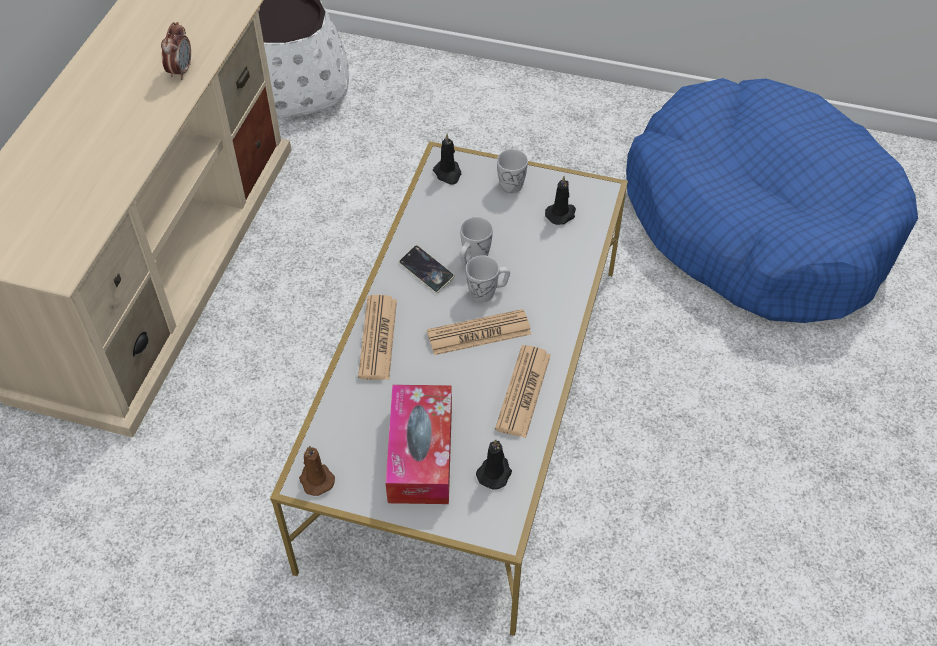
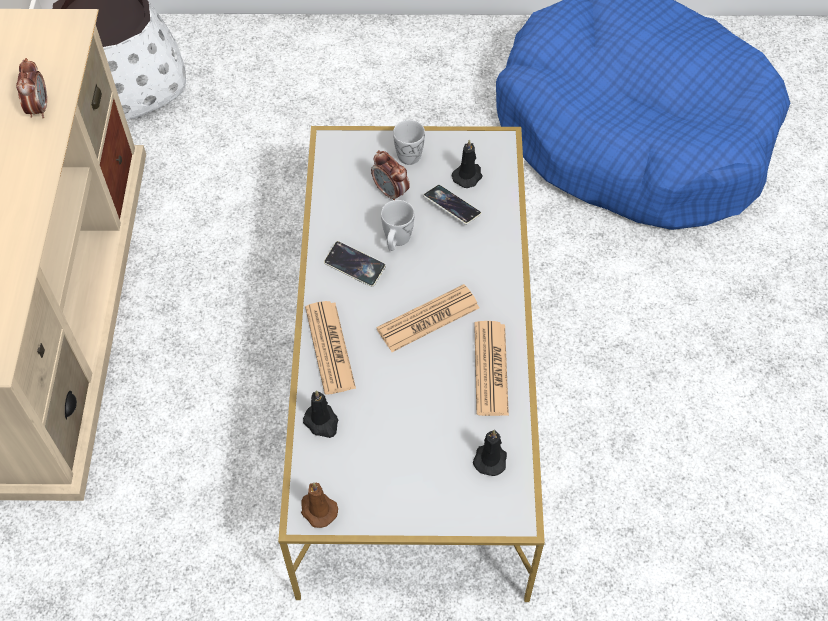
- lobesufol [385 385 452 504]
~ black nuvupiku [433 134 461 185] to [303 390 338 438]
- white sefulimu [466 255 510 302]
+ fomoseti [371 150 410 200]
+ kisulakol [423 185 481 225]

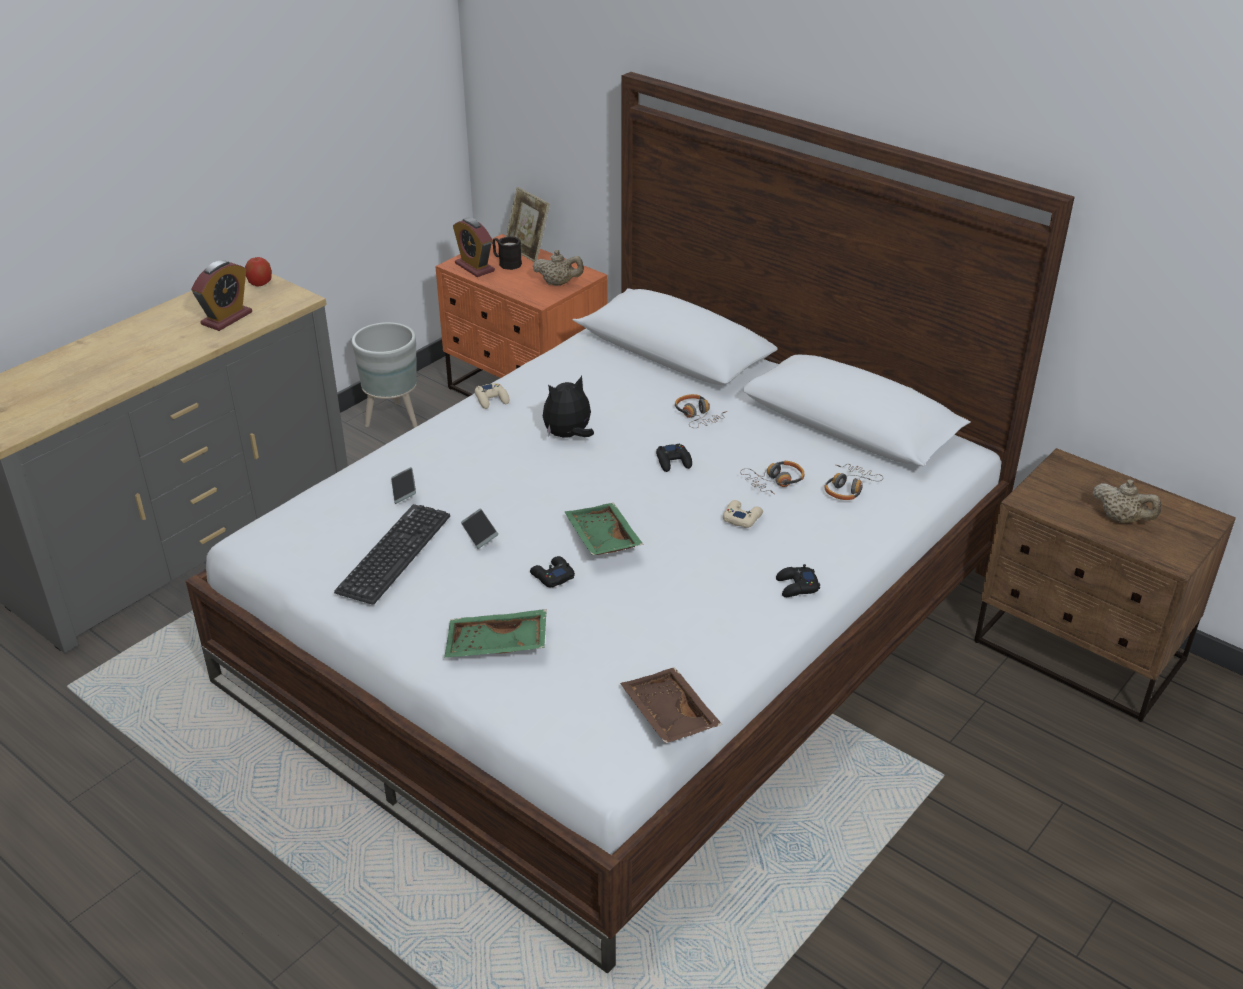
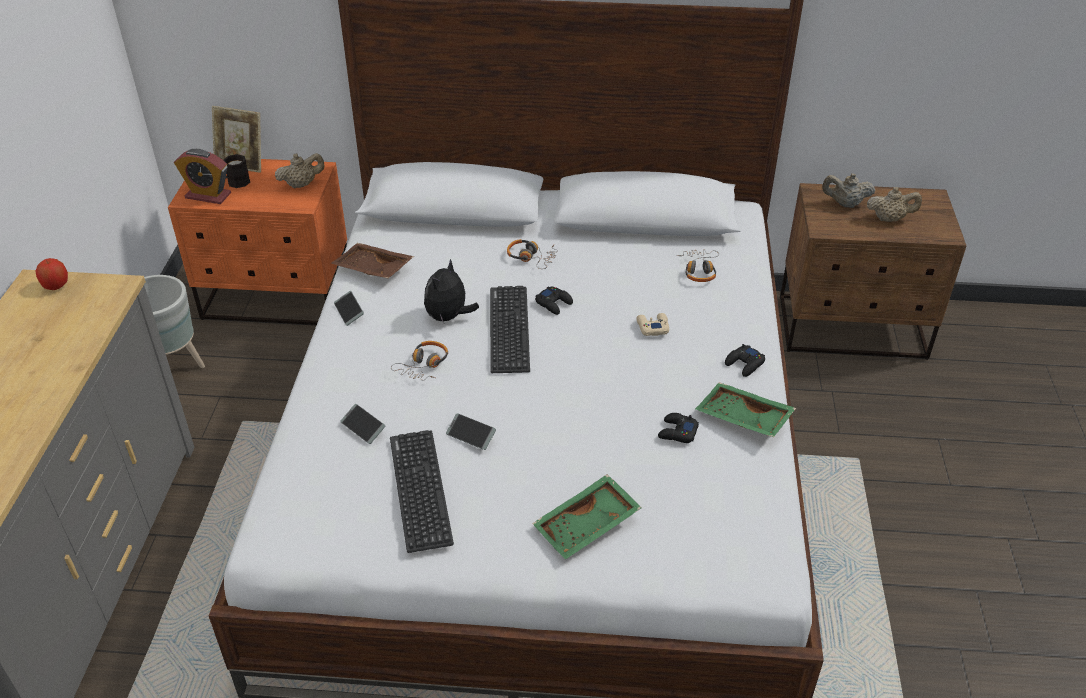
- fomoseti [191 260 252 331]
~ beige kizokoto [475 383 509 409] to kisulakol [334 291 364 326]
~ black kizokoto [530 556 575 588] to [658 413 699 443]
~ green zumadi [565 503 644 555] to [695 382 796 438]
~ brown zumadi [620 667 722 743] to [331 243 414 278]
~ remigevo [740 461 805 494] to [391 341 448 381]
+ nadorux [490 286 530 373]
+ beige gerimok [822 173 876 208]

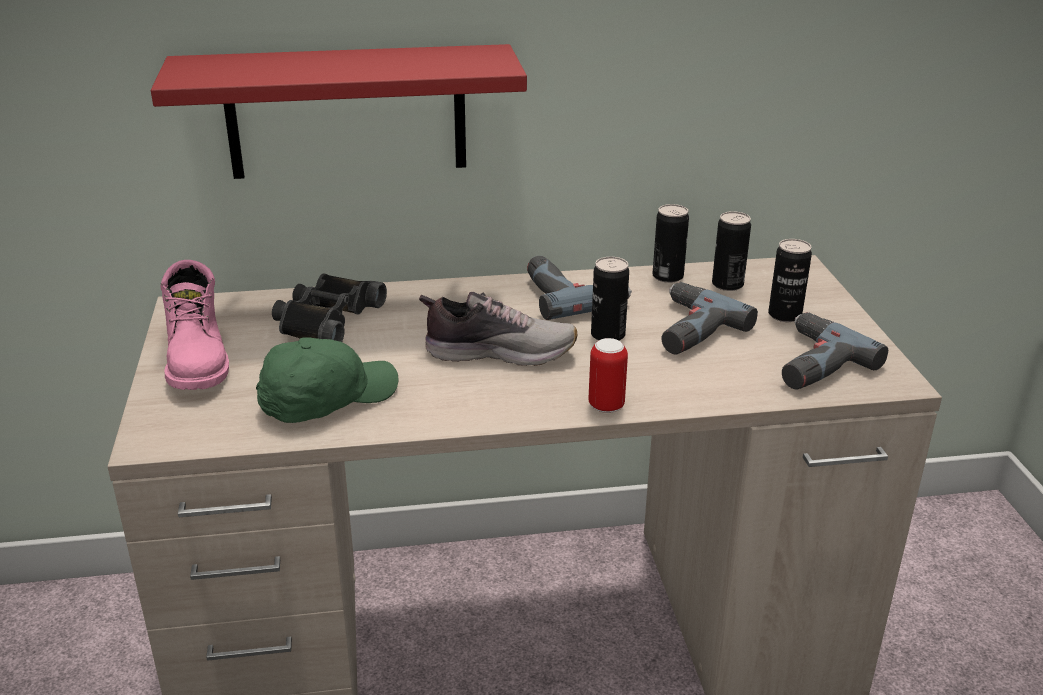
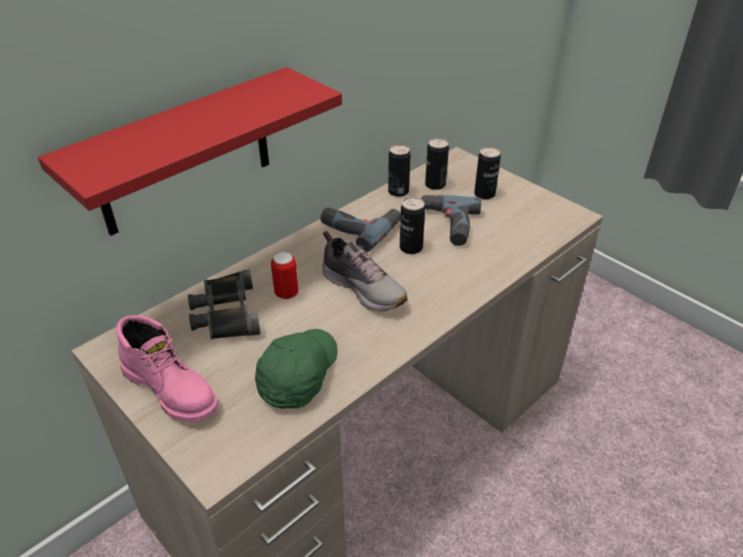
~ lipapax [419 292 577 366] = [322 231 408 312] 75 degrees clockwise
~ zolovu [588 338 628 413] to [271 252 298 300]
- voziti [782 312 888 390]

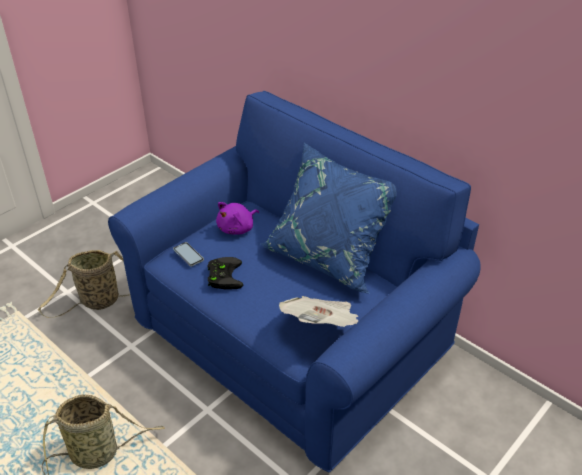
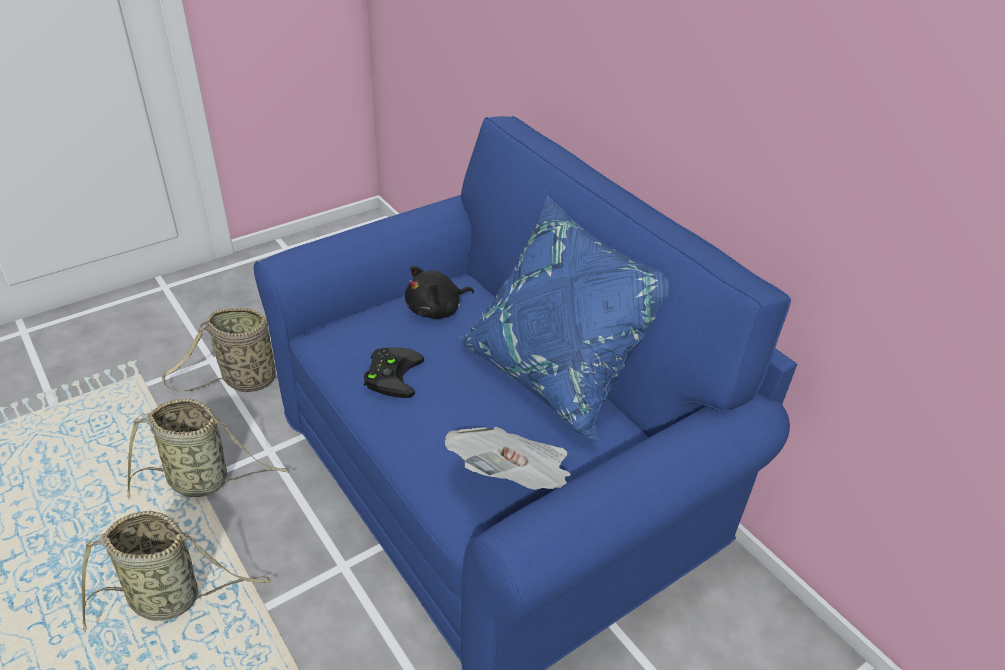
- kisulakol [173 242 204 267]
~ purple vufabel [216 202 259 235] to black vufabel [405 266 474 319]
+ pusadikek [127 398 290 499]

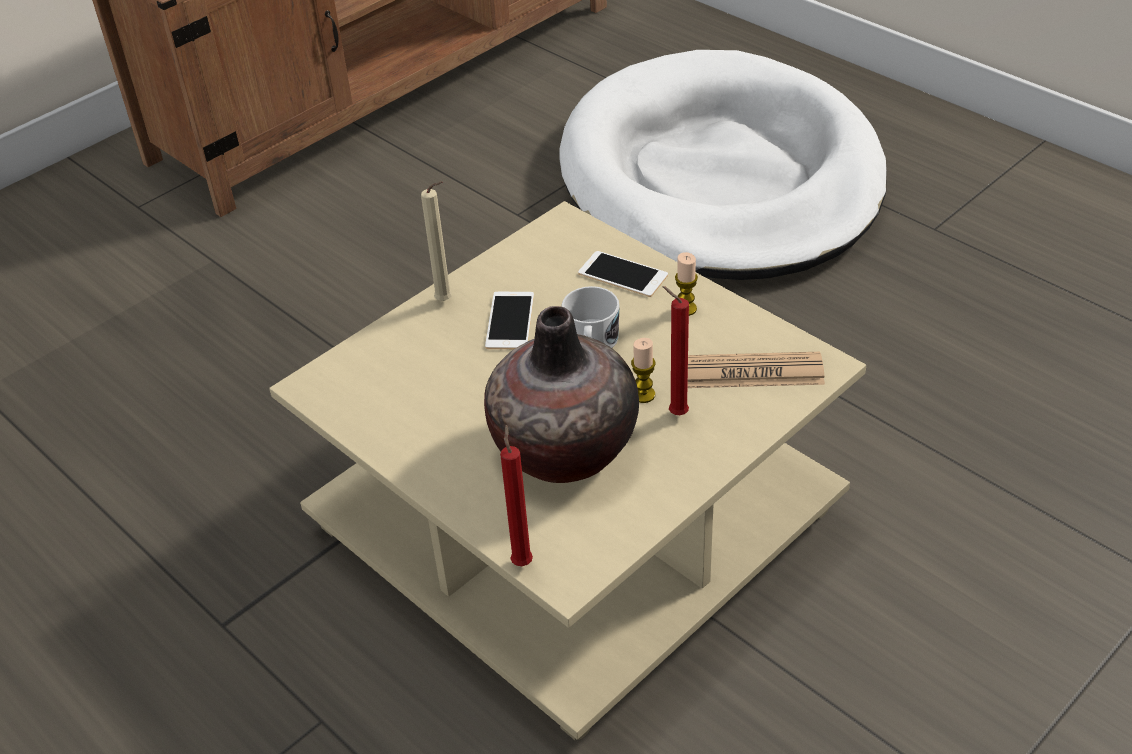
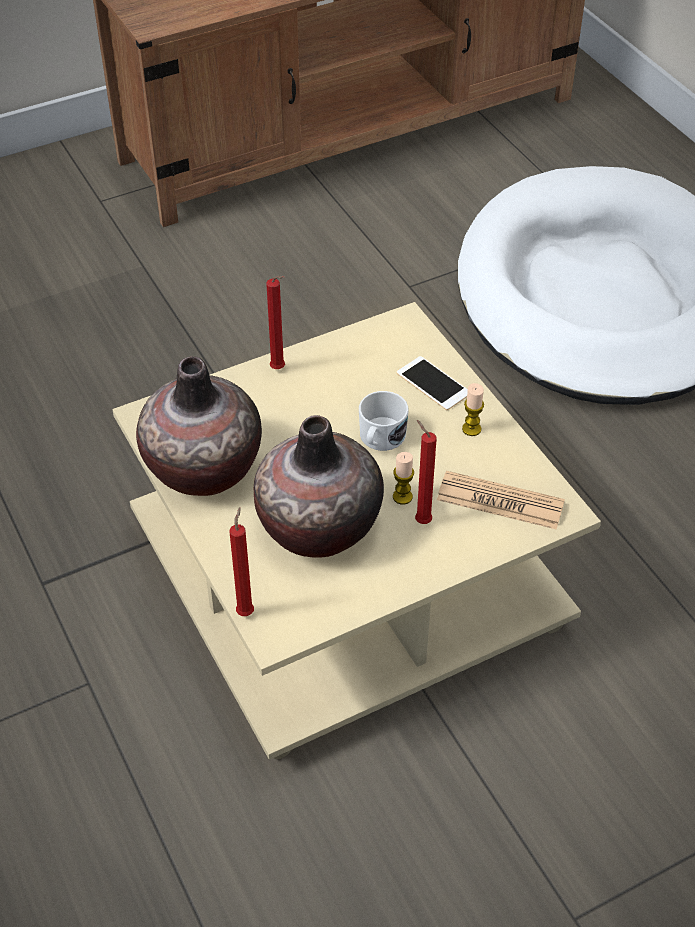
~ beige nuvupiku [421 181 452 301] to red nuvupiku [266 276 285 369]
- kisulakol [485 292 534 349]
+ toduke [136 356 262 496]

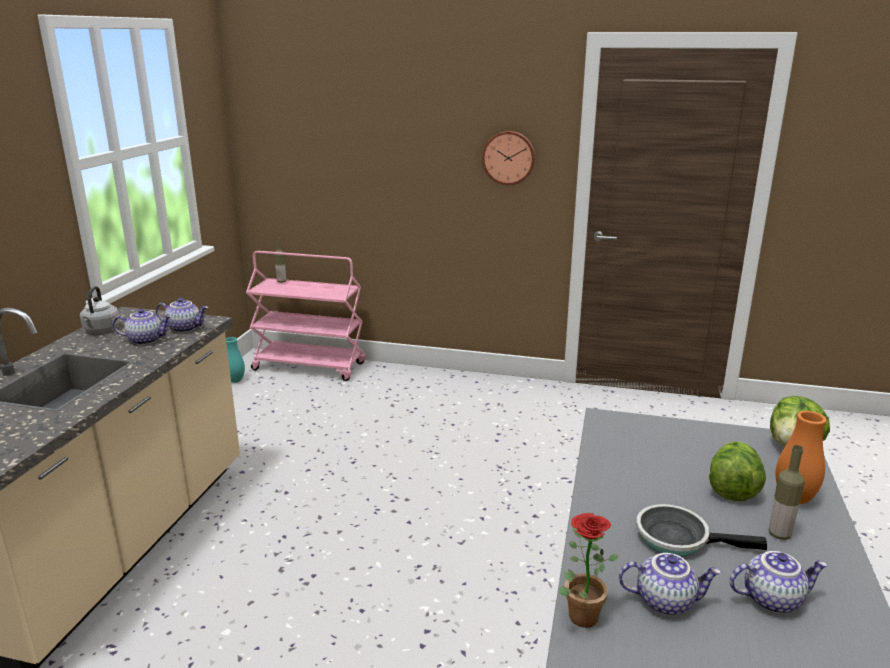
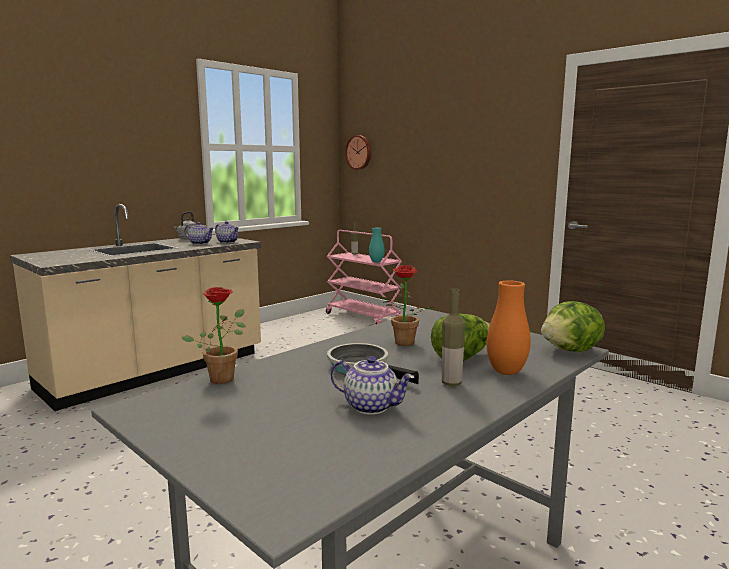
~ turquoise toduke [226 337 245 383] to [369 228 385 263]
~ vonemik [482 131 535 185] to [345 135 371 170]
- gerimok [619 553 721 616]
+ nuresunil [381 265 434 346]

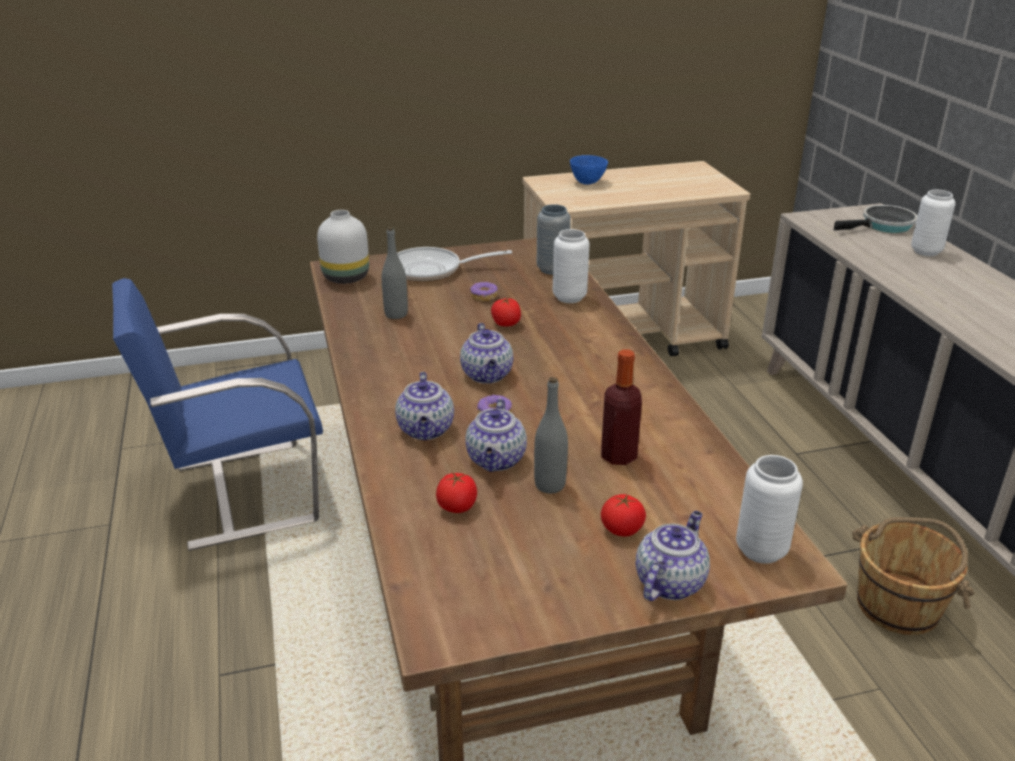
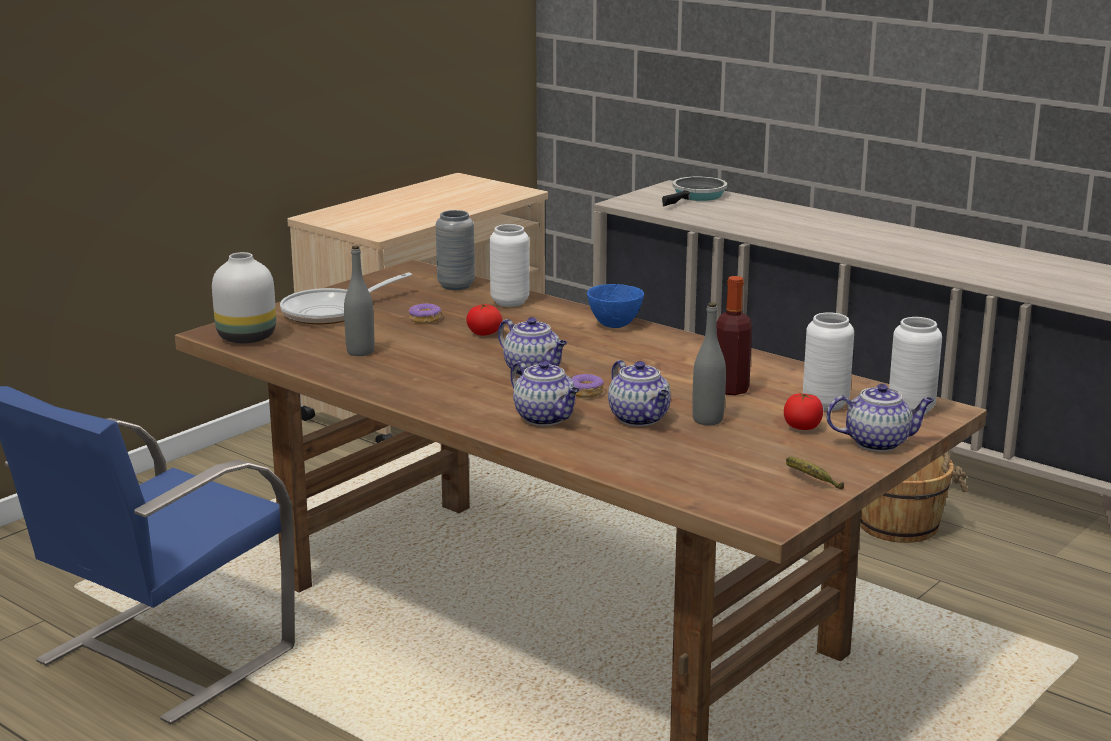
- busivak [436 472 477 513]
~ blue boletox [570 155 608 185] to [587 284 644 328]
~ gerimok [636 511 710 601] = [826 384 934 452] 90 degrees clockwise
~ white toduke [911 190 955 256] to [803 312 854 411]
+ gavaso [786 457 844 490]

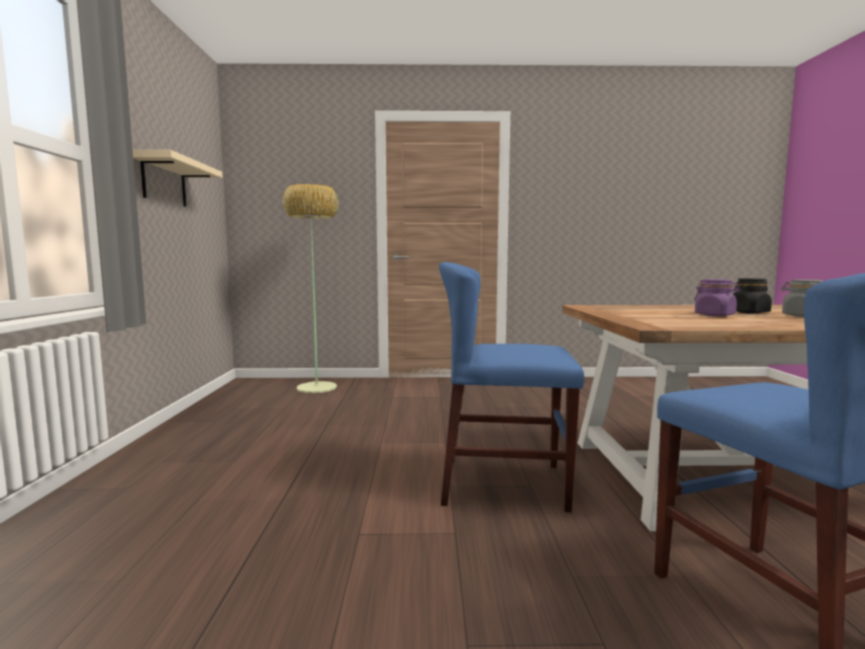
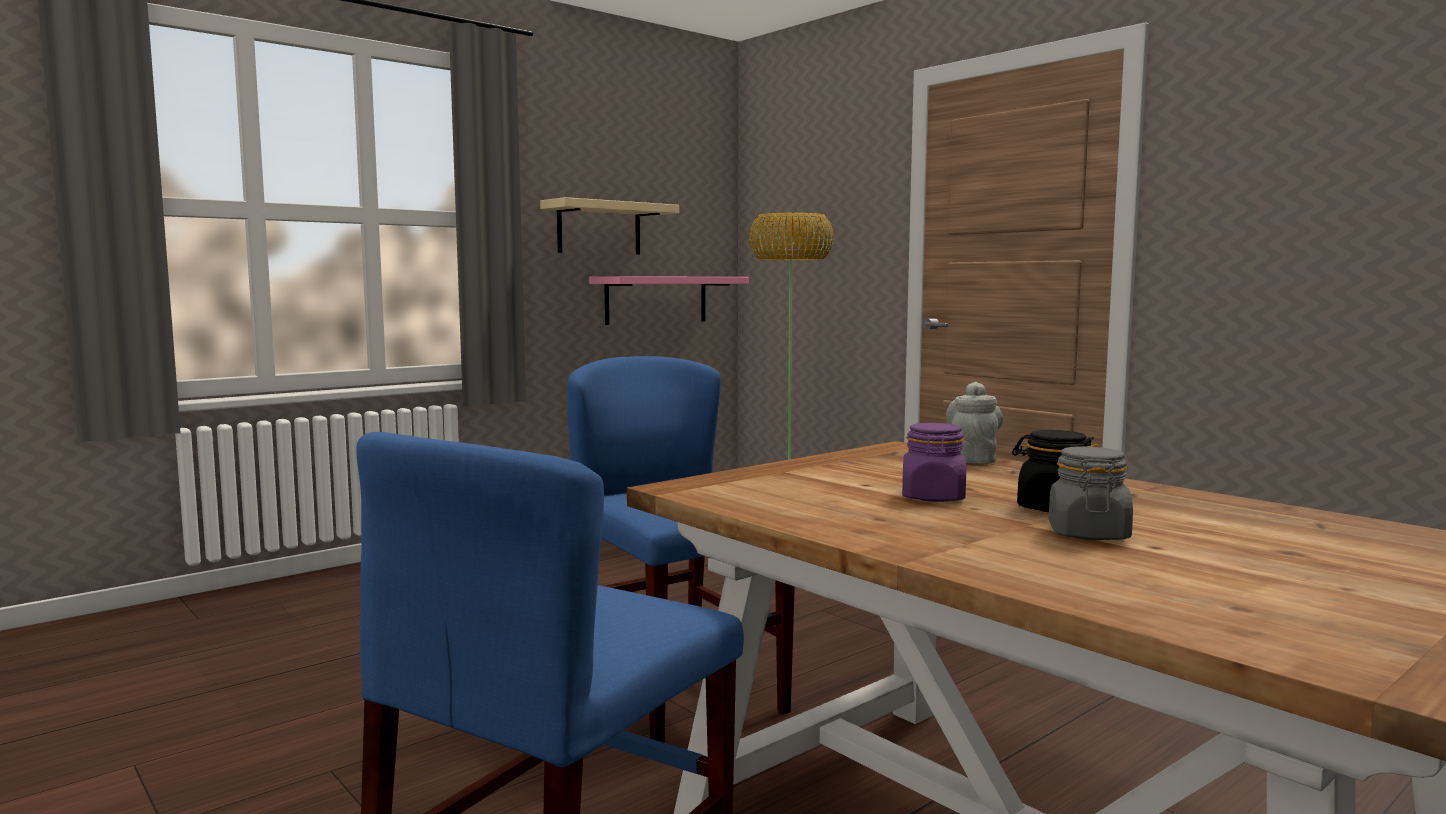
+ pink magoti [589 276 749 325]
+ grey gerimok [946 382 1003 464]

